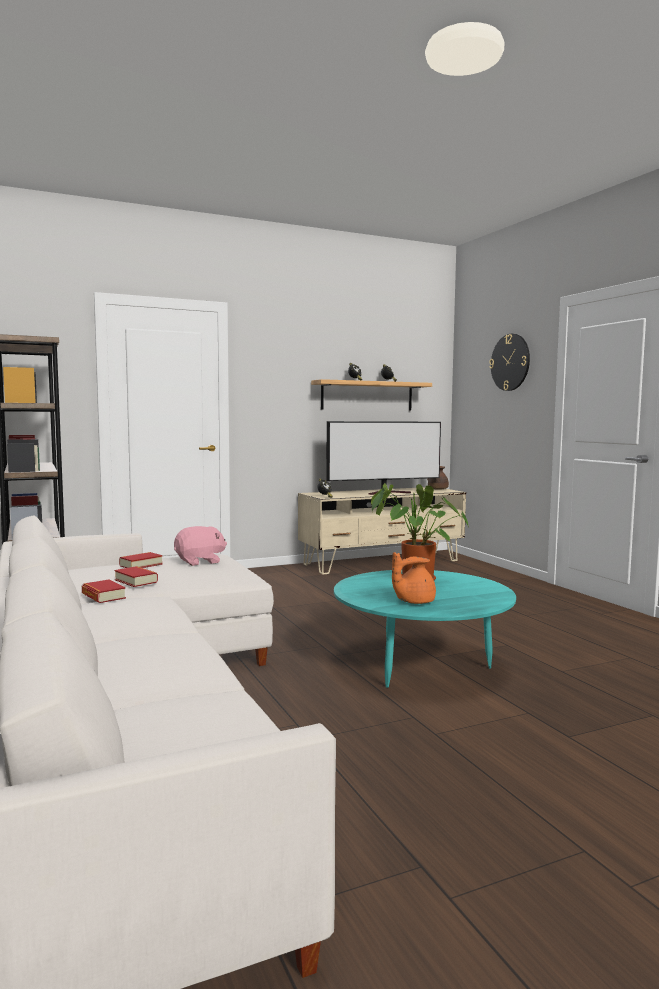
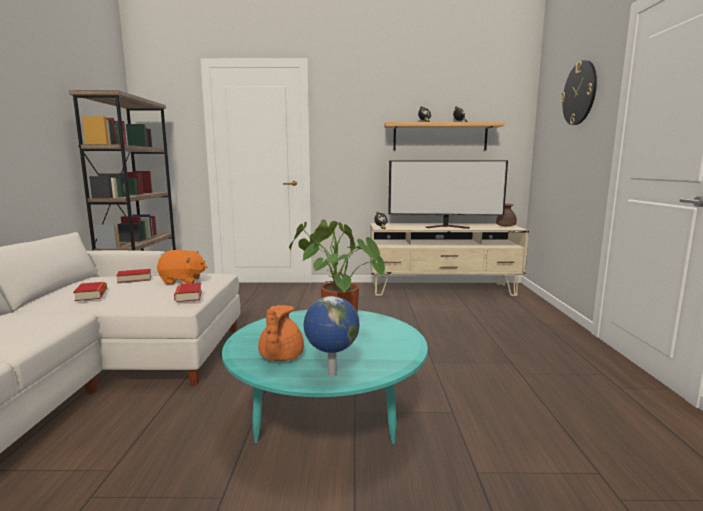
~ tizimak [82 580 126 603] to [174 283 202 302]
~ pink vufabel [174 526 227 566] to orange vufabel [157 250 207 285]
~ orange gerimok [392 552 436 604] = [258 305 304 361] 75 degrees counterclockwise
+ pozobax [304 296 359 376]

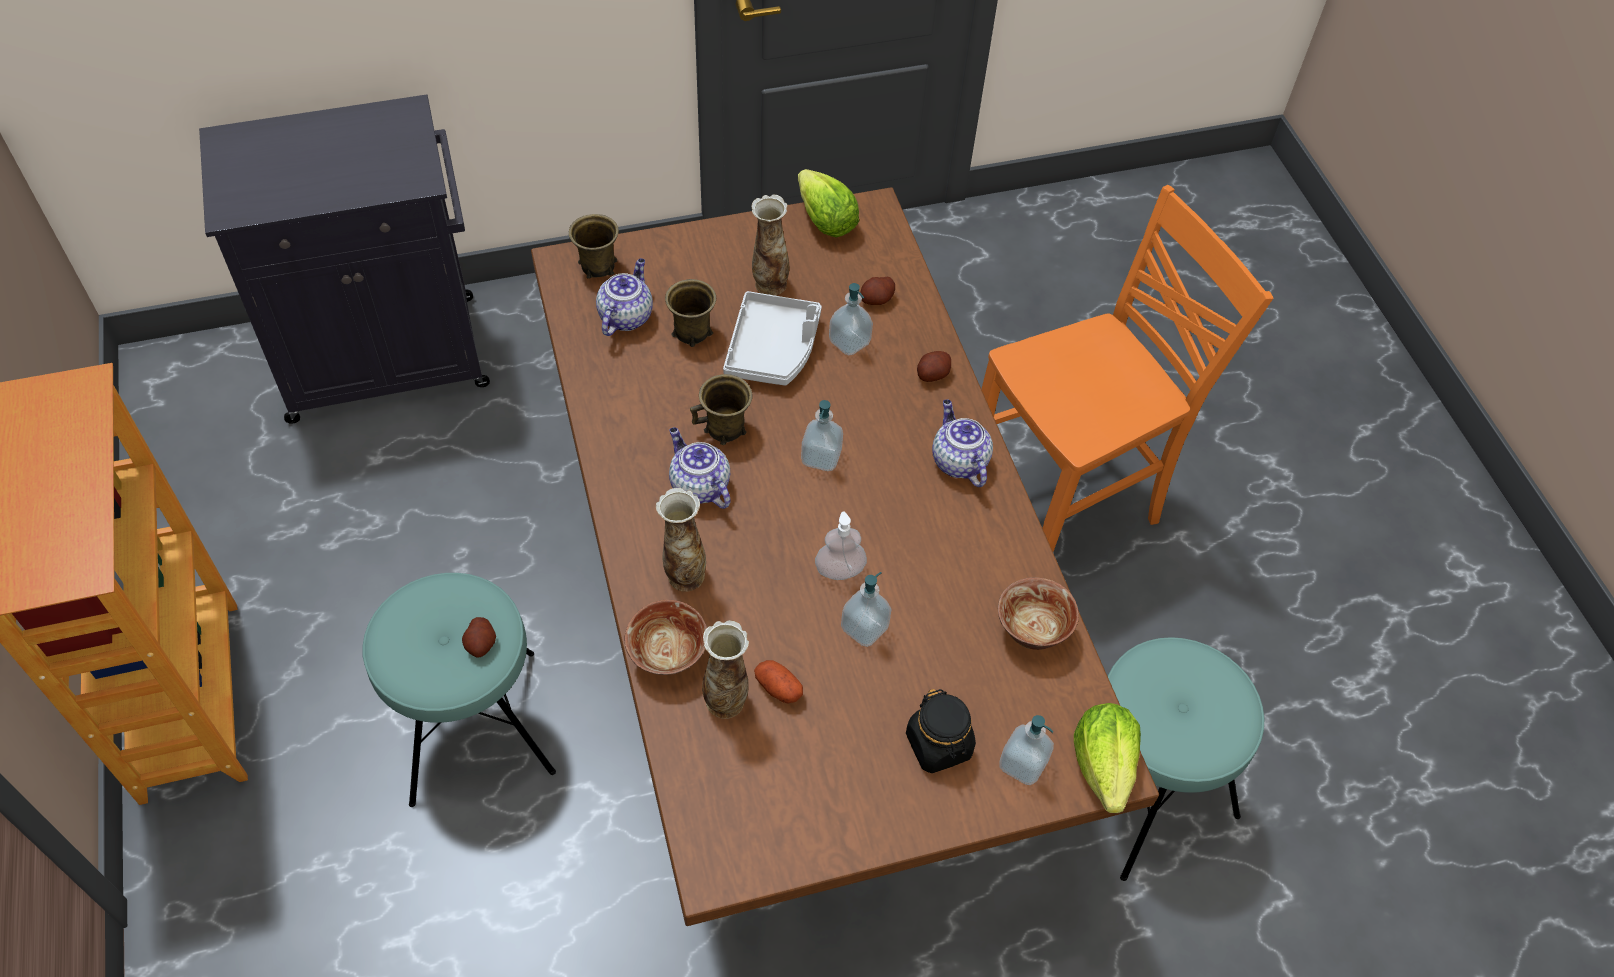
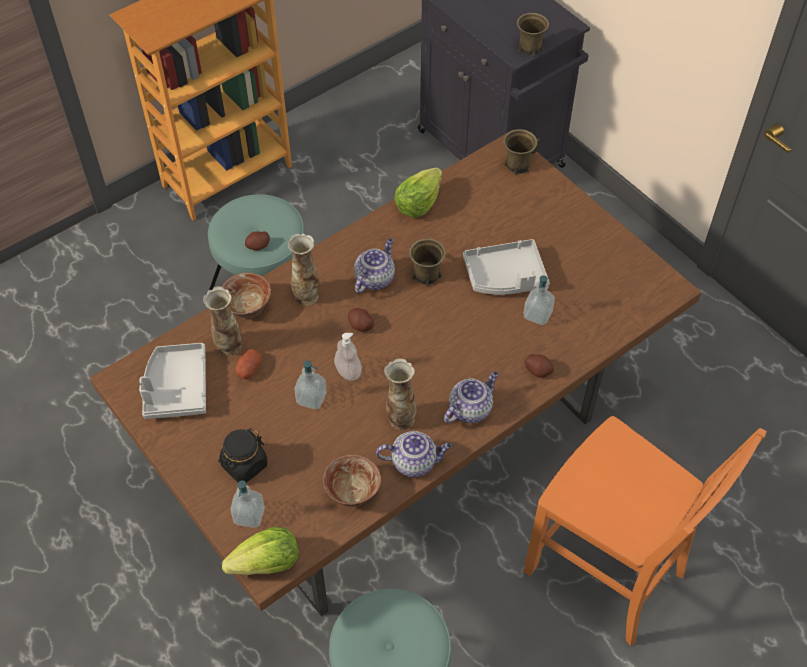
~ gerimok [596 258 653 336] to [376 431 452 477]
~ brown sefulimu [665 279 716 347] to [517 13 549 57]
~ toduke [752 195 789 295] to [384 359 416 430]
~ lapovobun [798 169 859 238] to [394 168 442 218]
- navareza [801 400 843 471]
~ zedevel [860 277 895 305] to [348 308 374 332]
+ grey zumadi [139 343 206 419]

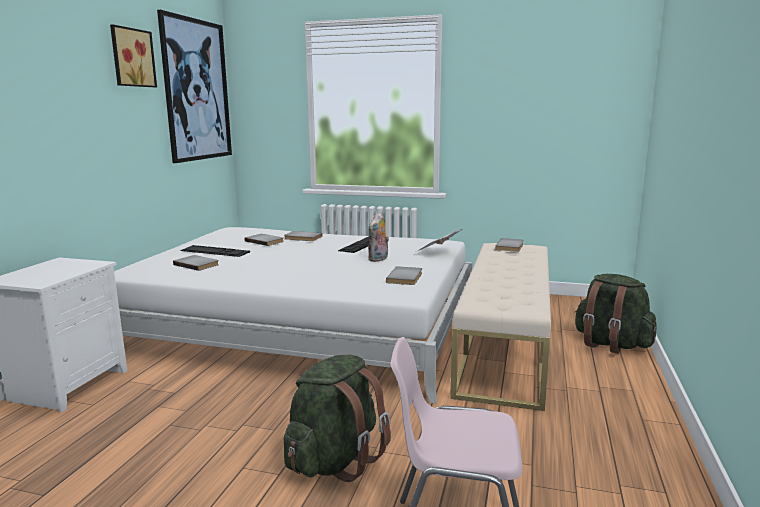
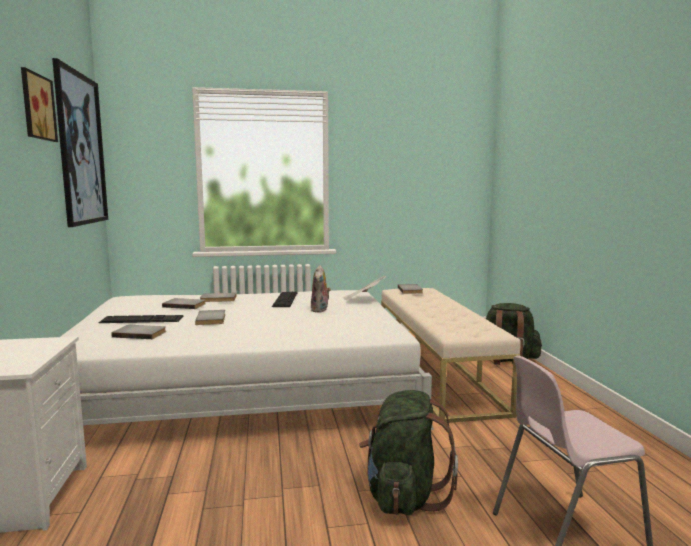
~ grey tizimak [386 266 422 285] to [195 310 225 325]

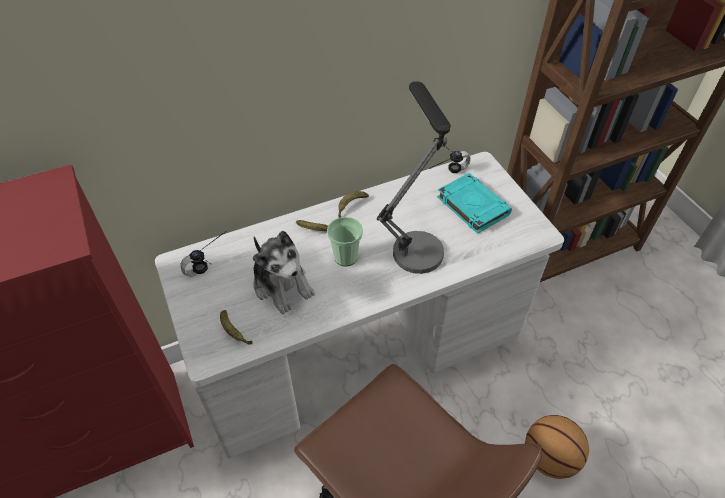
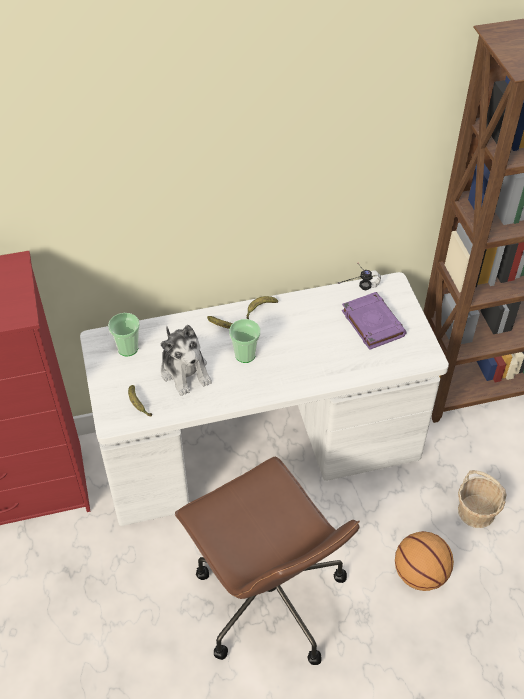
~ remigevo [181 231 227 277] to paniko [108 313 140 357]
- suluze [377 81 451 274]
~ turquoise tizimak [437 173 512 234] to purple tizimak [342 292 406 350]
+ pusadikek [458 470 507 528]

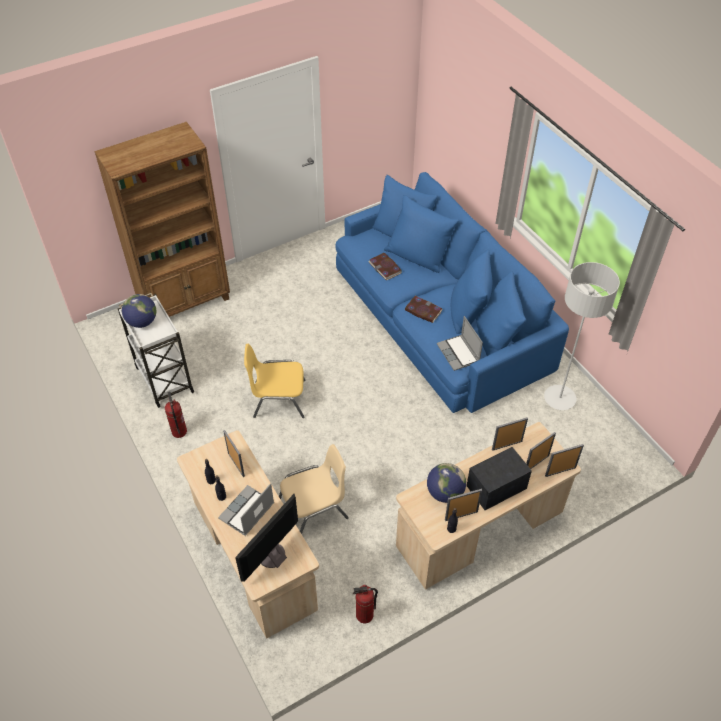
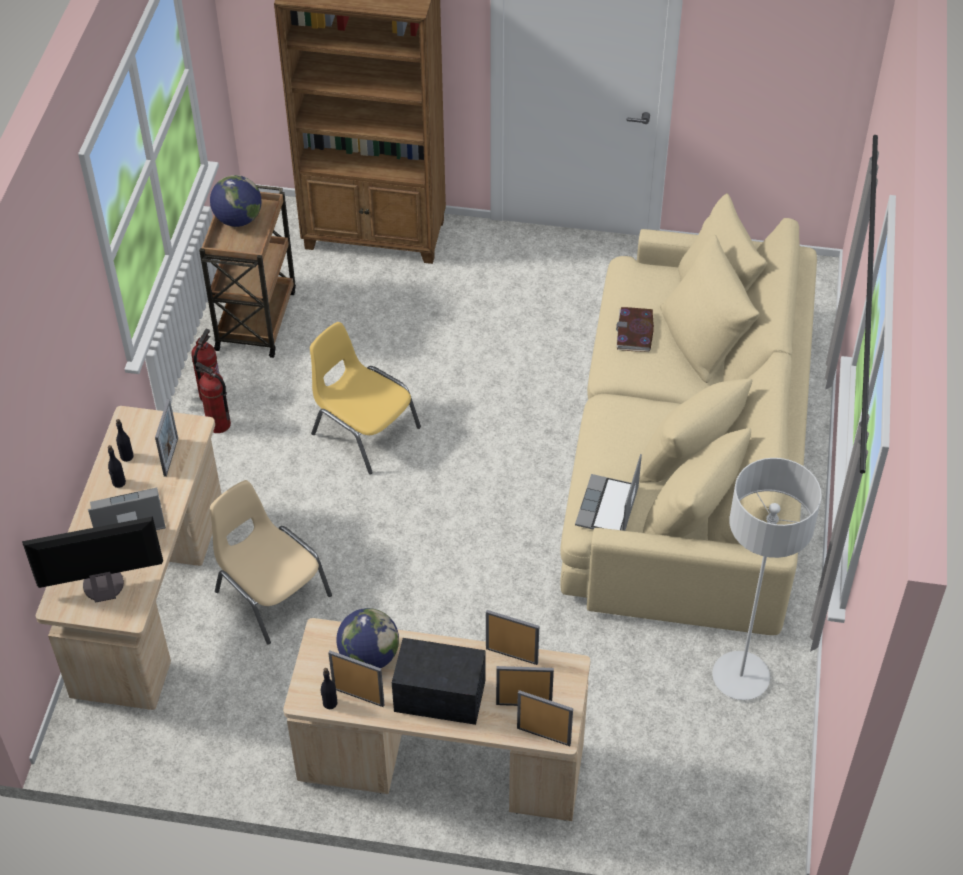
~ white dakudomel [118 293 194 408] to brown dakudomel [199 185 296 358]
~ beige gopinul [279 444 349 534] = [210 480 332 645] 150 degrees counterclockwise
~ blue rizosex [335 172 569 413] to beige rizosex [560 193 817 635]
~ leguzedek [353 585 378 623] to [195 362 231 433]
- tizimak [405 296 443 323]

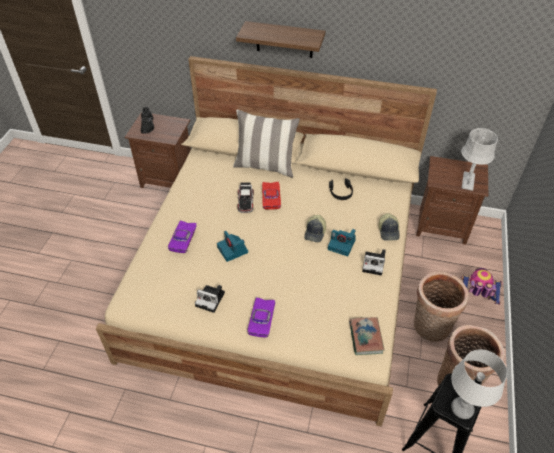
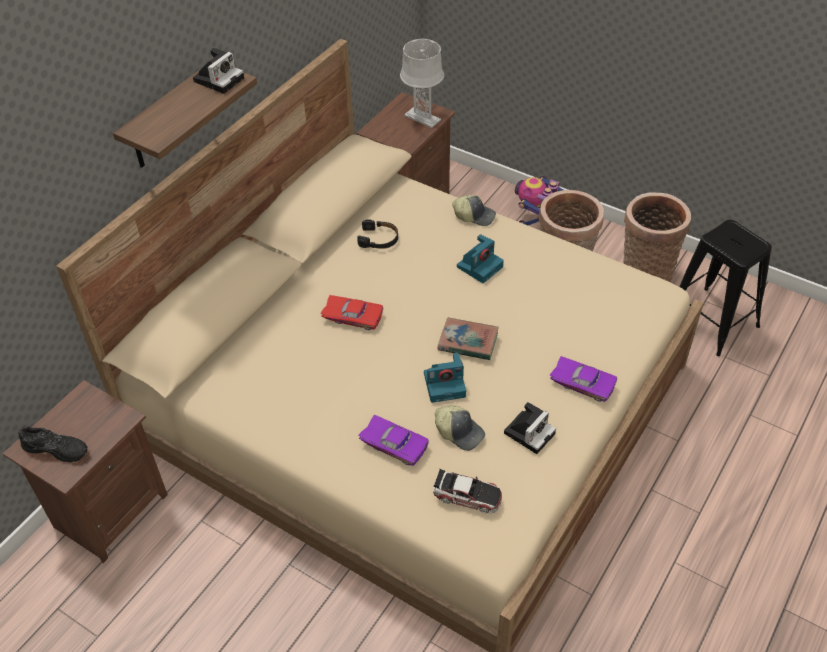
- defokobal [233 110 300 178]
~ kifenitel [238 183 254 213] to [433 469 502 513]
~ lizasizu [304 215 326 242] to [435 405 485 451]
~ tizimak [349 317 385 355] to [438 318 499 360]
~ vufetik [362 249 386 276] to [193 48 244 94]
- grey suluze [451 349 507 419]

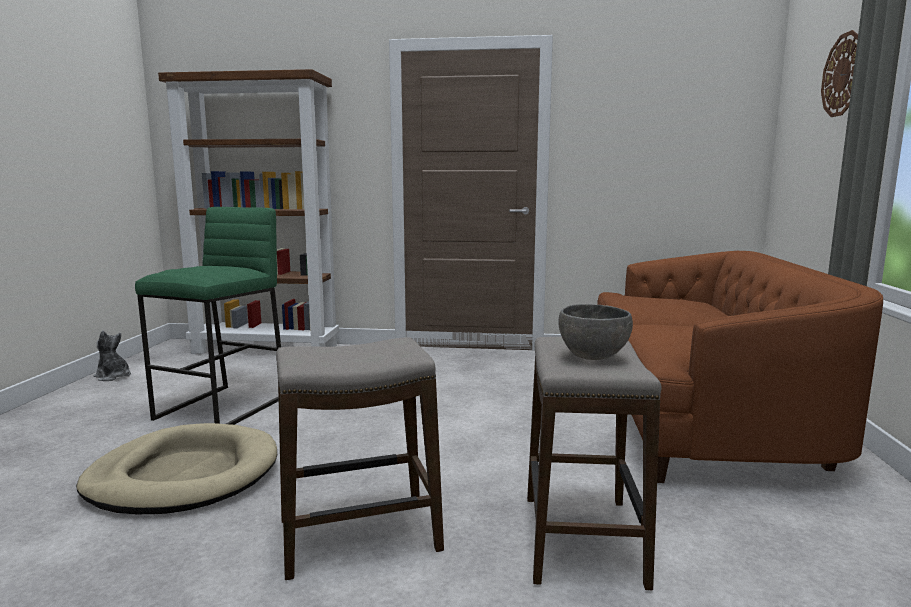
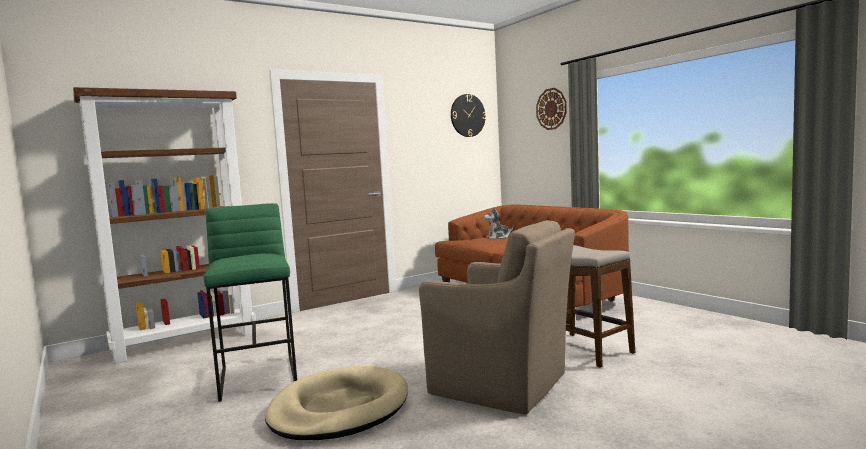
~ vufabel [93 330 131 381] to [484 207 513 239]
~ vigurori [276 337 444 580] to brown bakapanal [419 220 575 415]
- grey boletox [558 304 633 360]
+ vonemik [451 94 486 137]

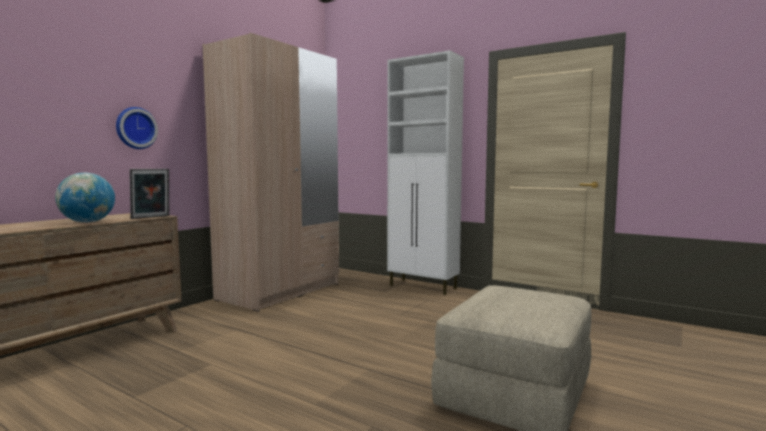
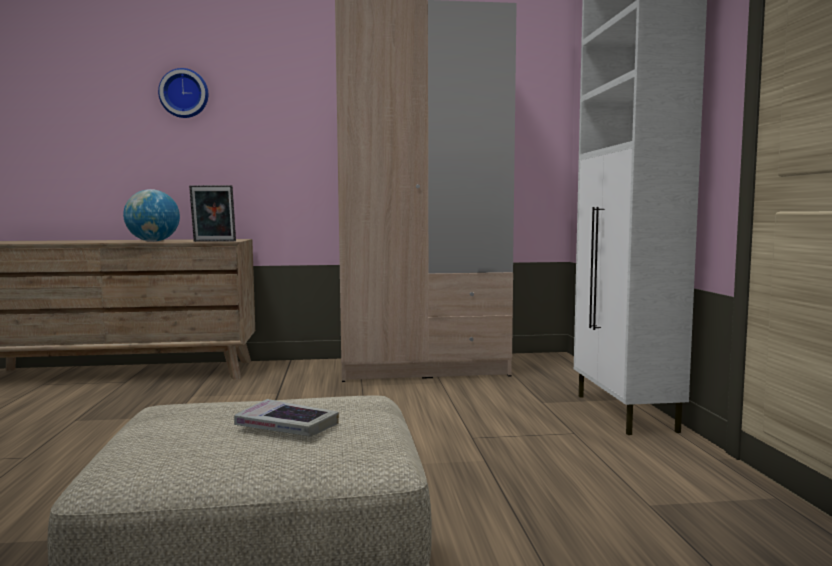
~ vonemik [116 107 158 149] to [158 68 208 118]
+ tizimak [234 399 339 437]

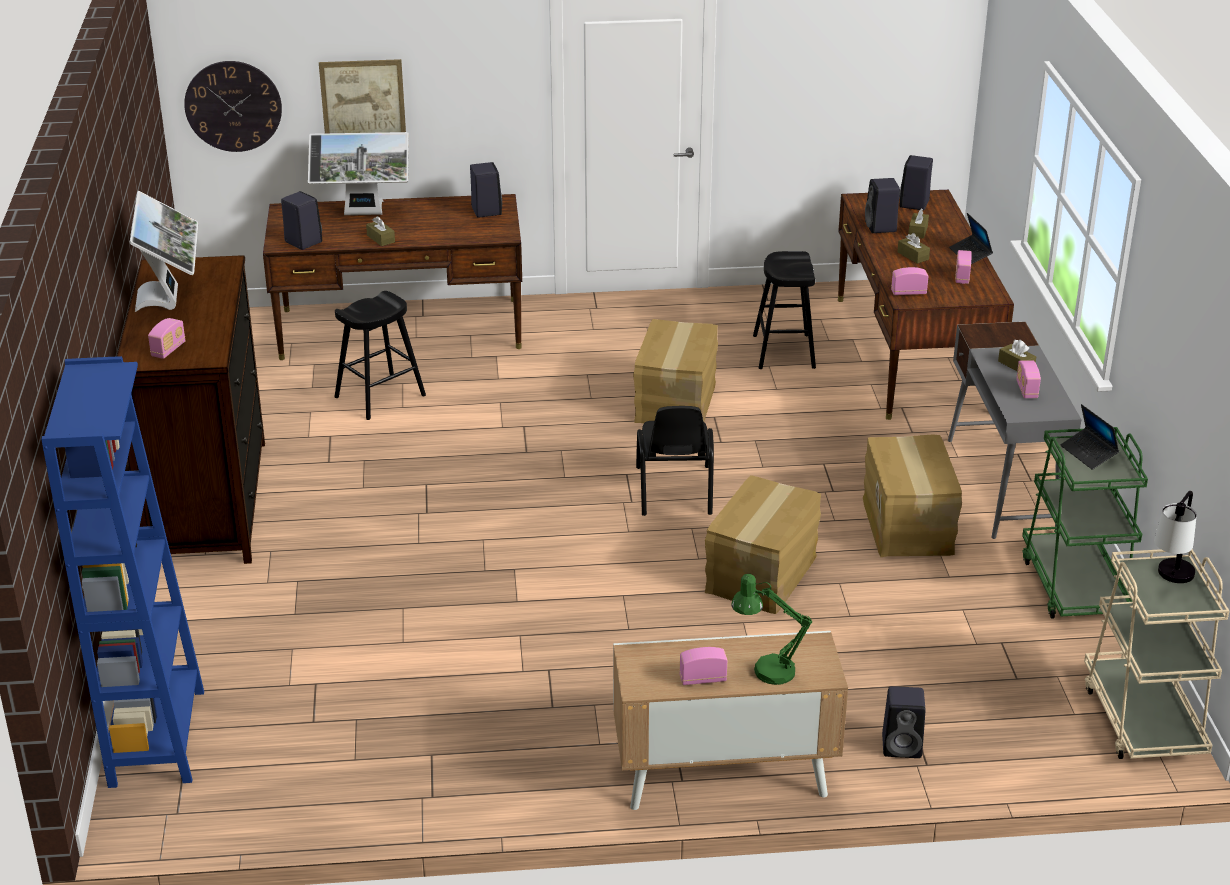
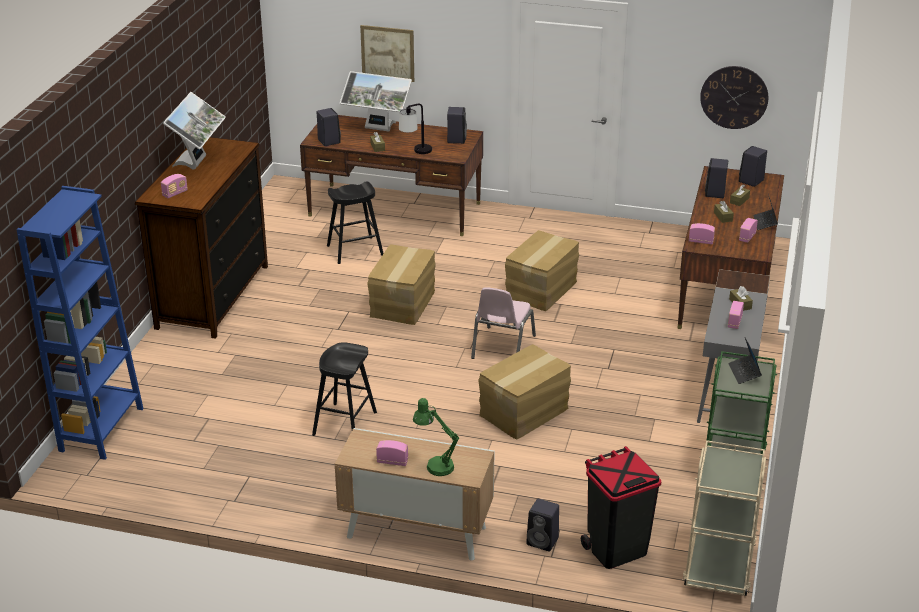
~ vonemik [184 61 282 152] to [700 66 768 129]
~ black gopinul [636 406 714 516] to pink gopinul [471 287 536 359]
~ black vigurori [753 251 816 369] to [312 342 377 436]
~ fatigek [863 434 962 557] to [368 244 436 325]
~ suluze [1154 491 1197 583] to [399 103 432 154]
+ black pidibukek [581 446 661 569]

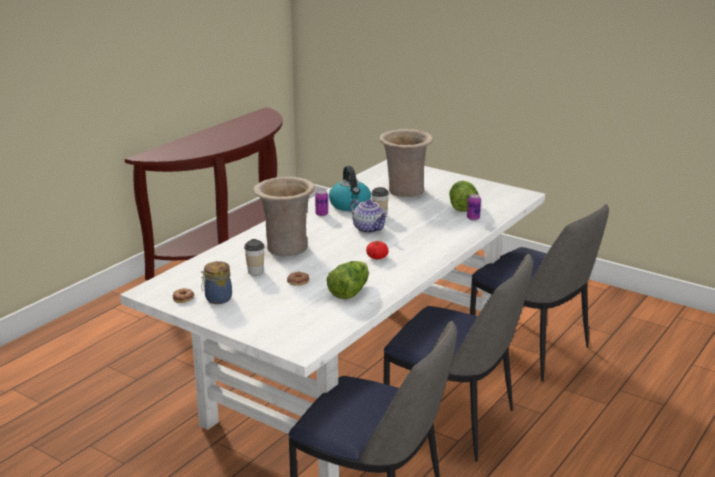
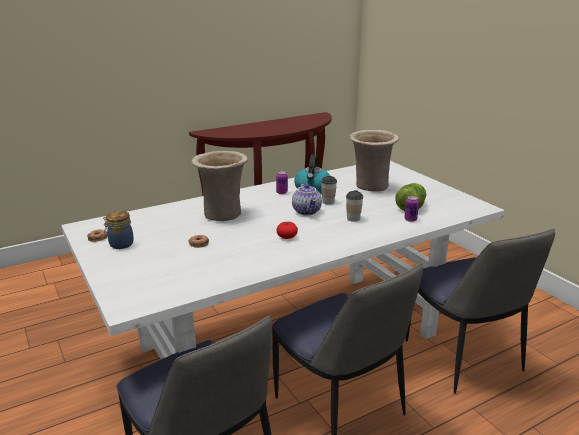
~ paniko [244 239 264 275] to [346 190 363 222]
- lapovobun [327 261 369 299]

